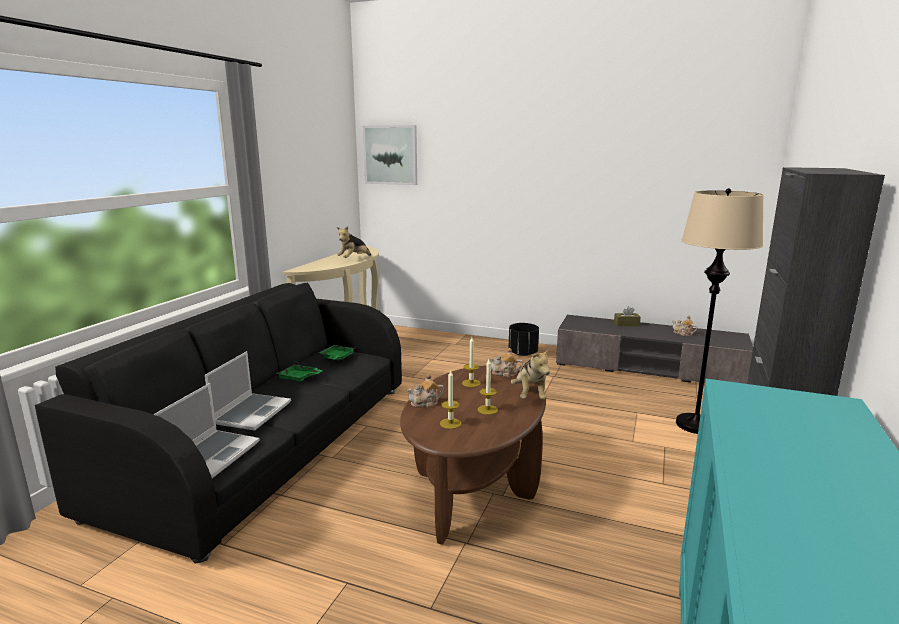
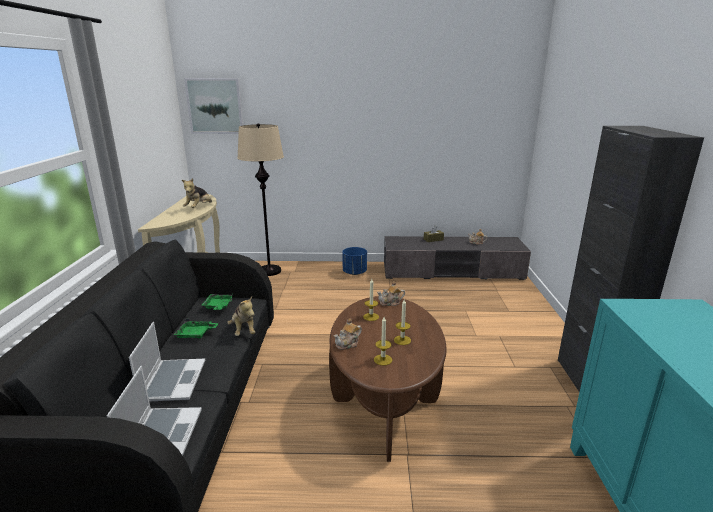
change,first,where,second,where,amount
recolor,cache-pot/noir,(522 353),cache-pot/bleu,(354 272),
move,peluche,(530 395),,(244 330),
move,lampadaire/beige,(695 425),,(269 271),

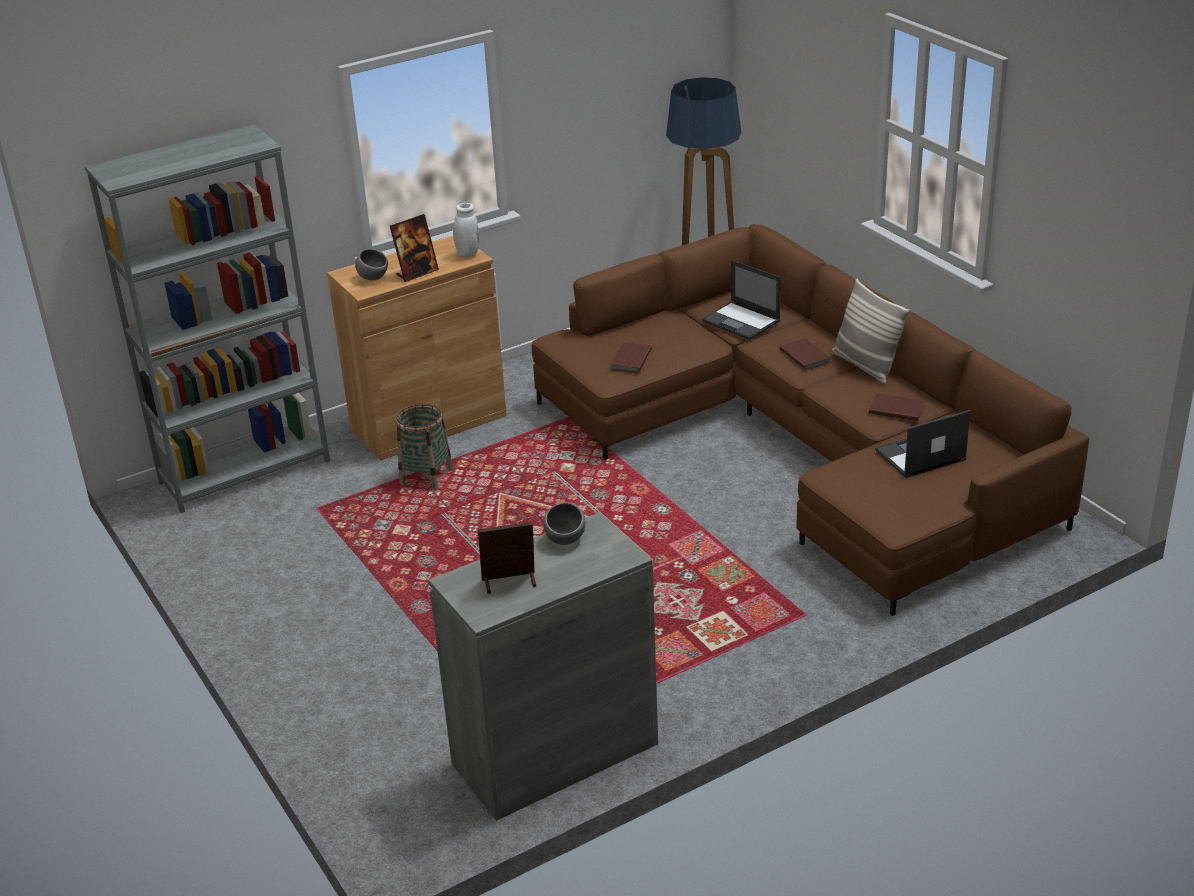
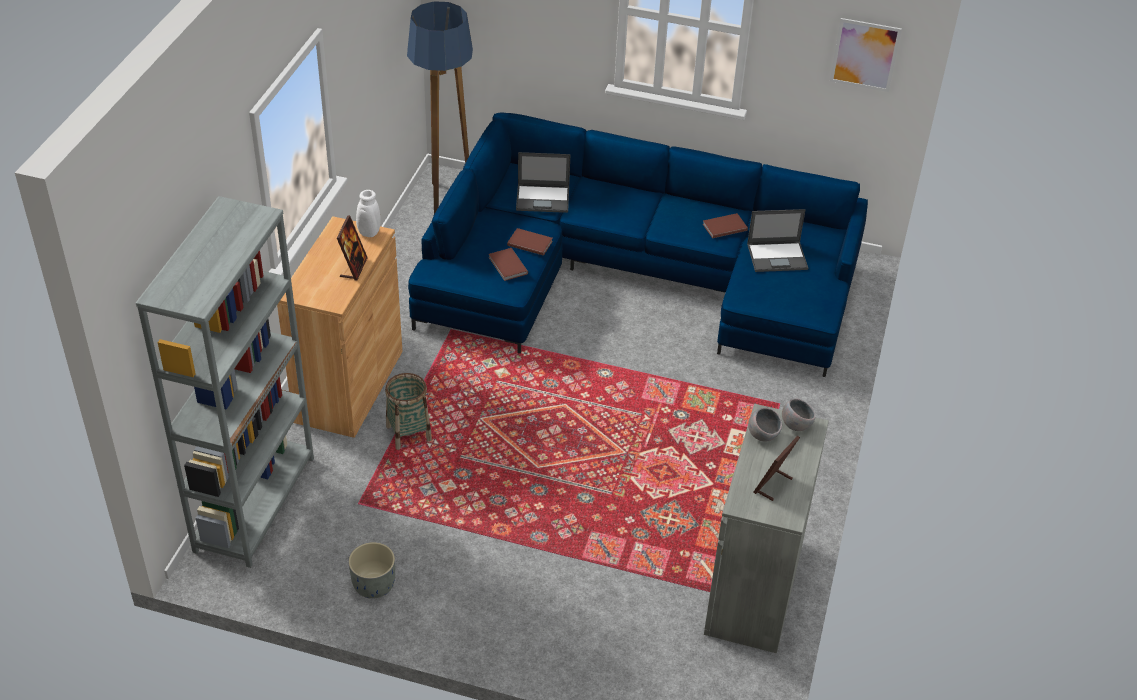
change,first,where,second,where,amount
move,bol/gris,(373 278),,(795 425),
recolor,canapé/marron,(801 444),canapé/bleu,(632 277),
move,livre/marron,(805 355),,(529 243),
delete,coussin,(865 366),,,
rotate,ordinateur portable,(919 455),,(778 256),120 degrees counterclockwise
insert,,,cache-pot/gris,(374 585),
insert,,,tableau,(865 54),

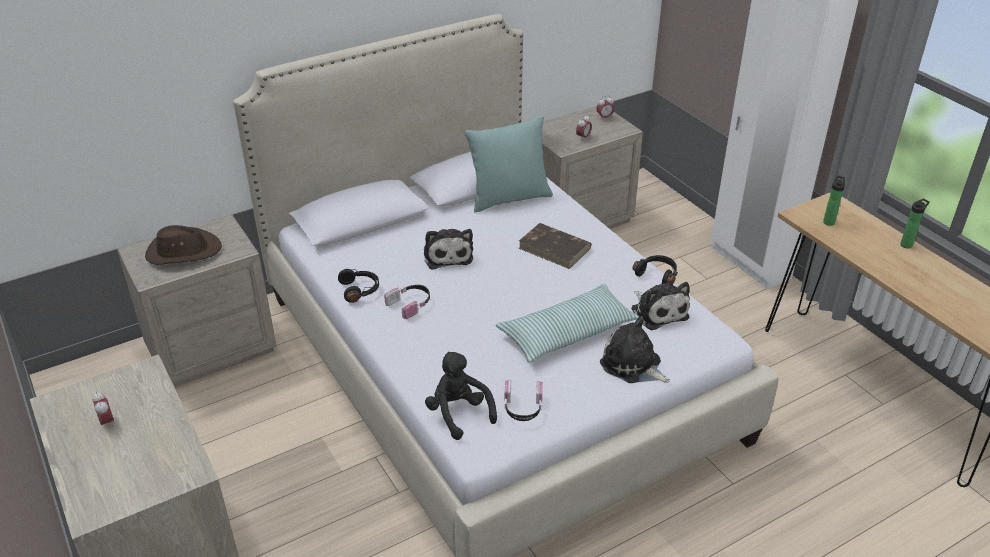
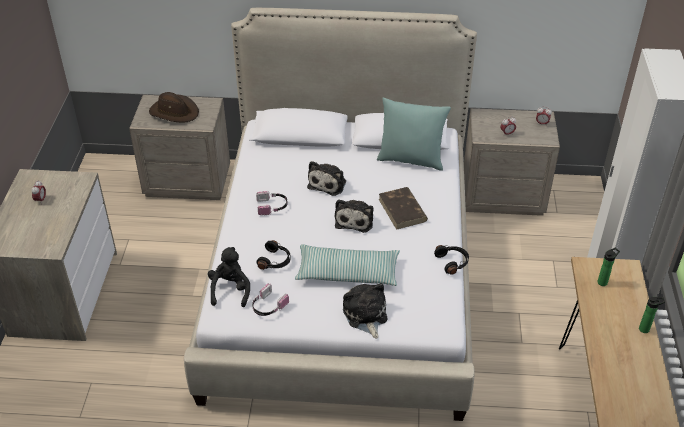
change,first,where,second,where,amount
move,casque audio/noir,(360 290),,(275 261),
move,peluche,(658 311),,(355 219),

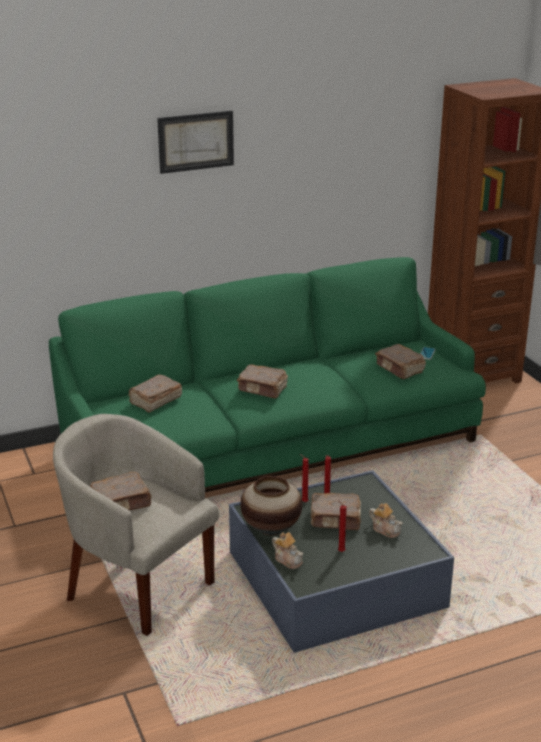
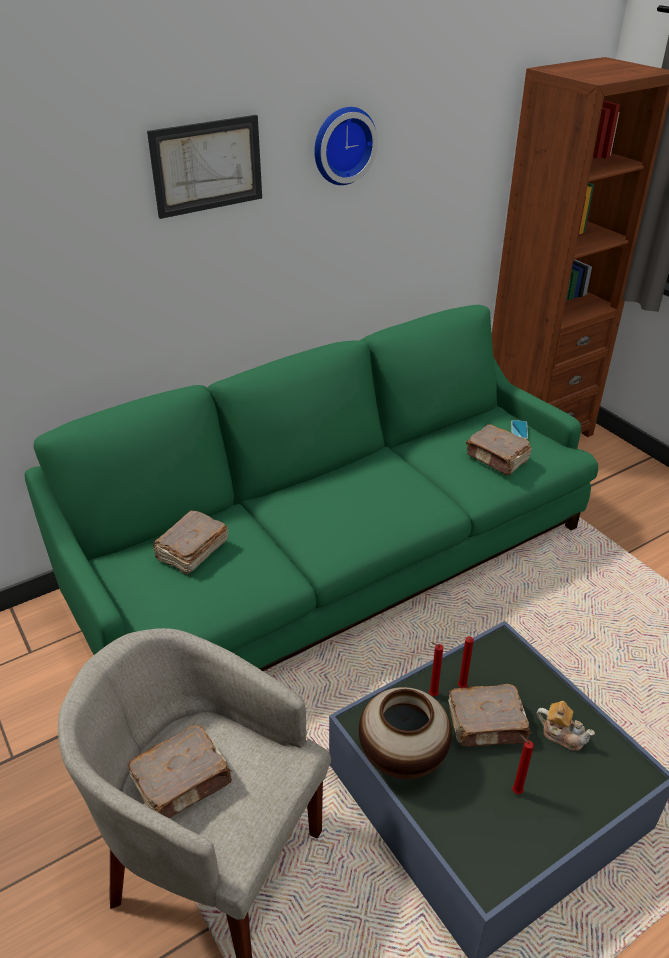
change,first,where,second,where,amount
delete,livre/marron,(263 389),,,
delete,théière,(288 560),,,
insert,,,horloge murale,(342 145),

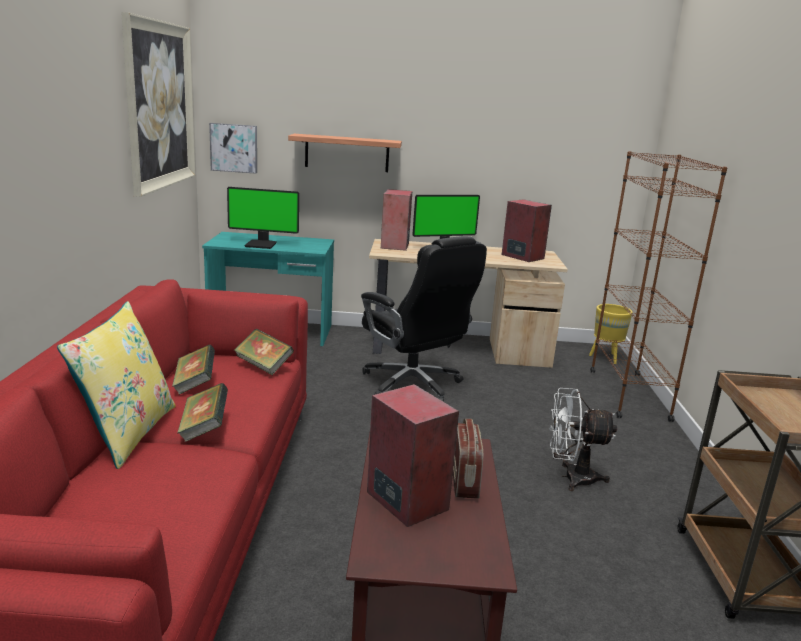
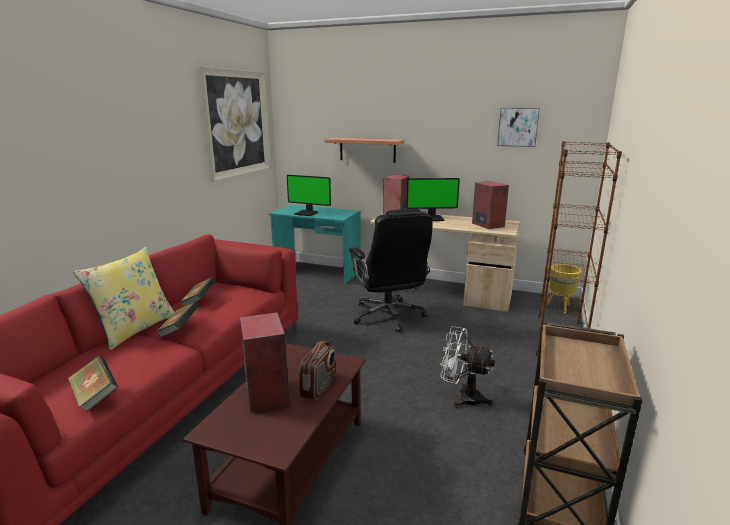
change,first,where,second,where,amount
move,tableau,(234 148),,(518 127),
move,livre,(263 366),,(95 397),

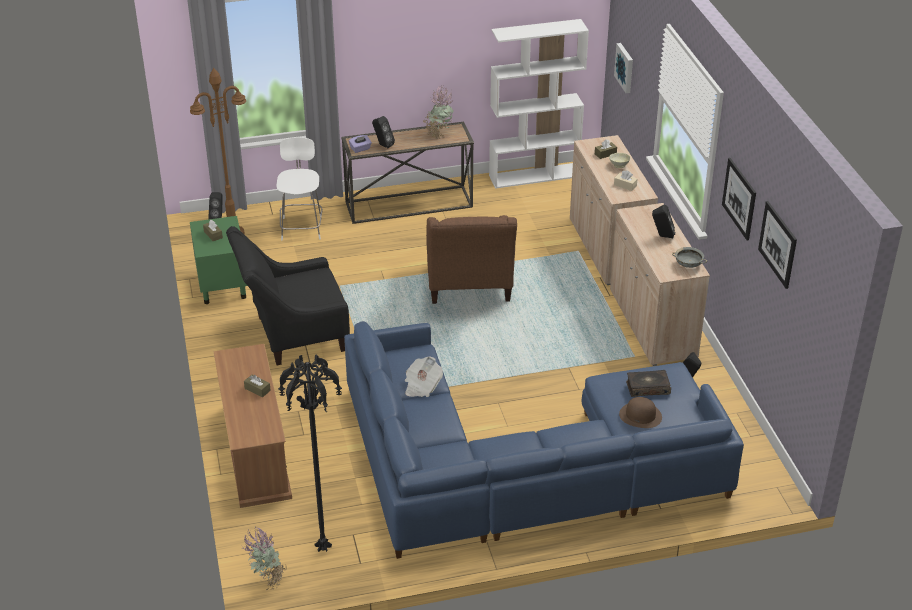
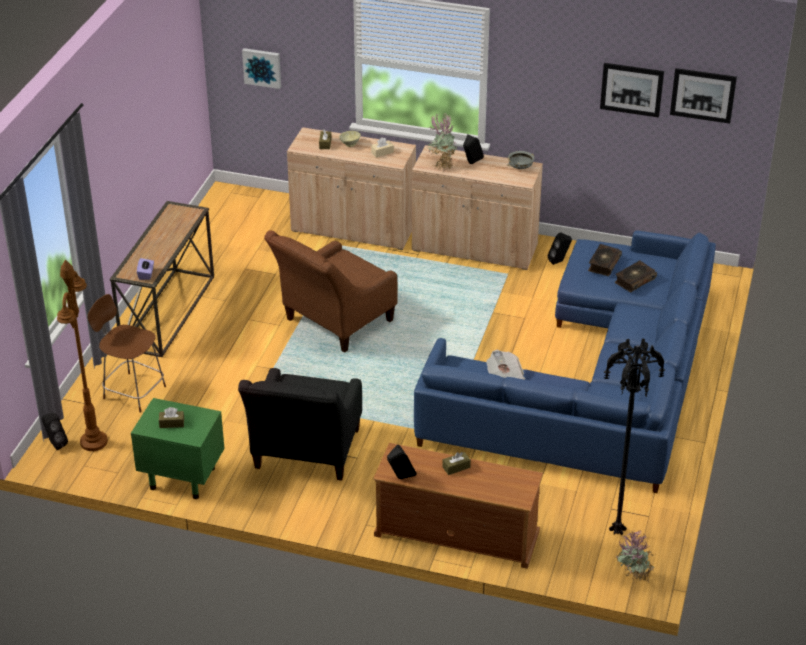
change,first,where,second,where,amount
recolor,tabouret/blanc,(301 227),tabouret/marron,(132 391),
move,enceinte/noir,(383 145),,(401 478),
move,plante en pot,(438 134),,(442 165),
rotate,fauteuil/marron,(469 287),,(333 323),105 degrees clockwise
delete,bibliothèque/blanc,(534 176),,,
replace,chapeau/marron,(640 415),livre,(634 280),
move,tableau,(739 198),,(703 95),

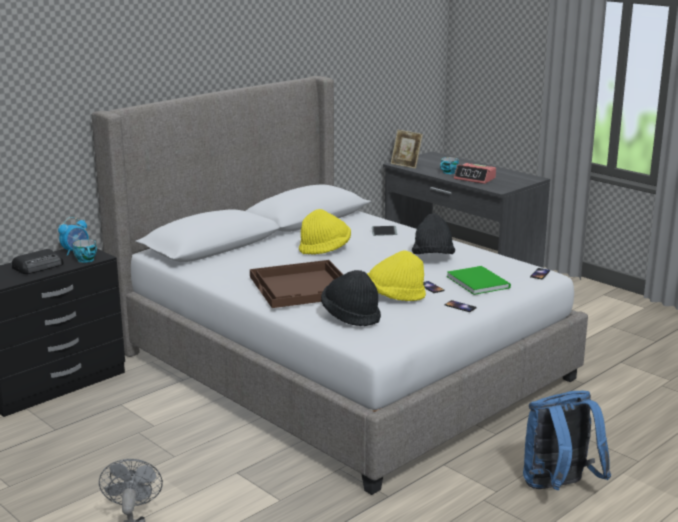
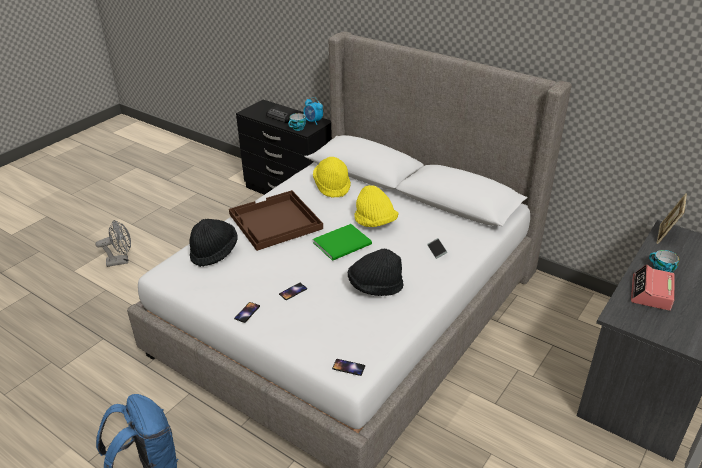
change,first,where,second,where,amount
move,chapeau/jaune,(395 296),,(332 186),
move,livre/vert,(478 281),,(344 243),

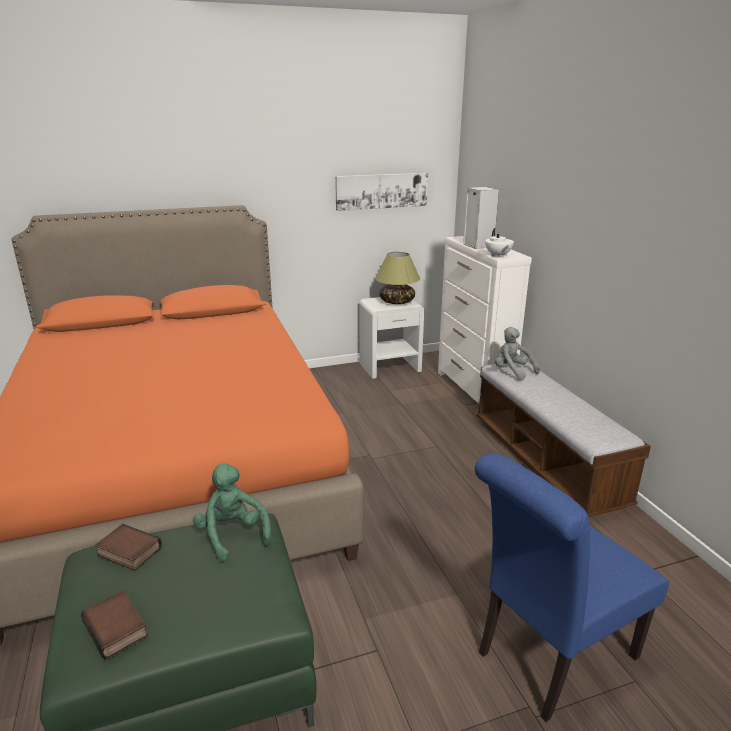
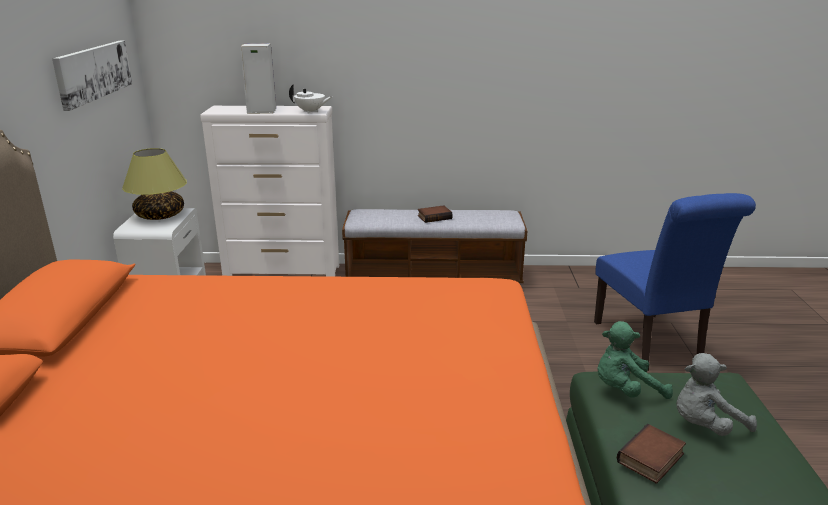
change,first,where,second,where,amount
move,livre,(118 628),,(434 217),
move,peluche/gris,(512 371),,(704 425),

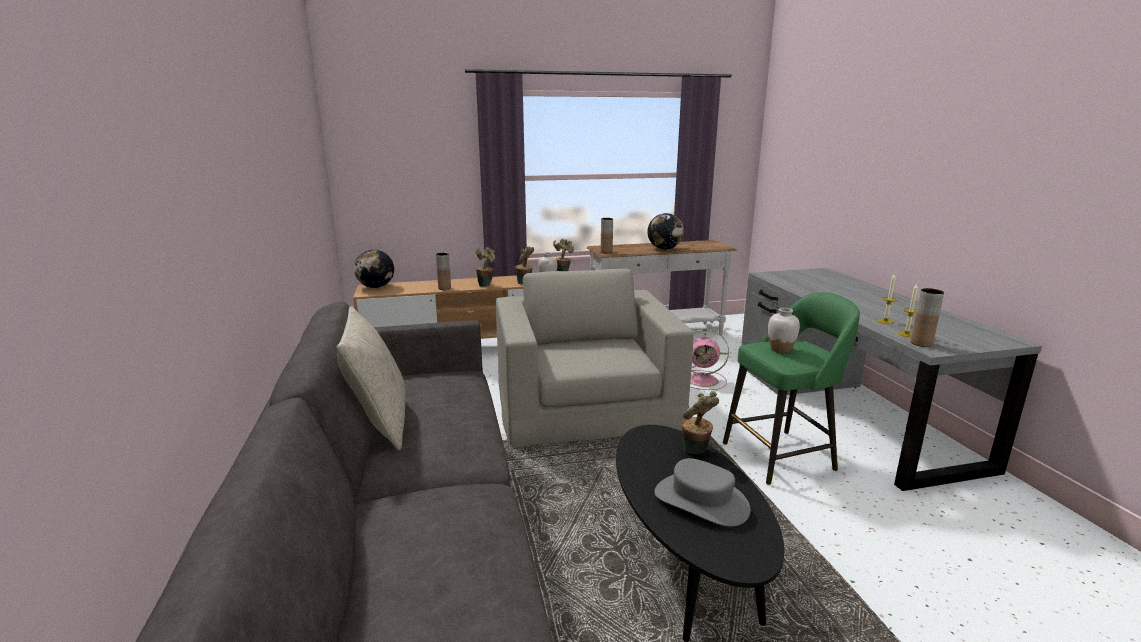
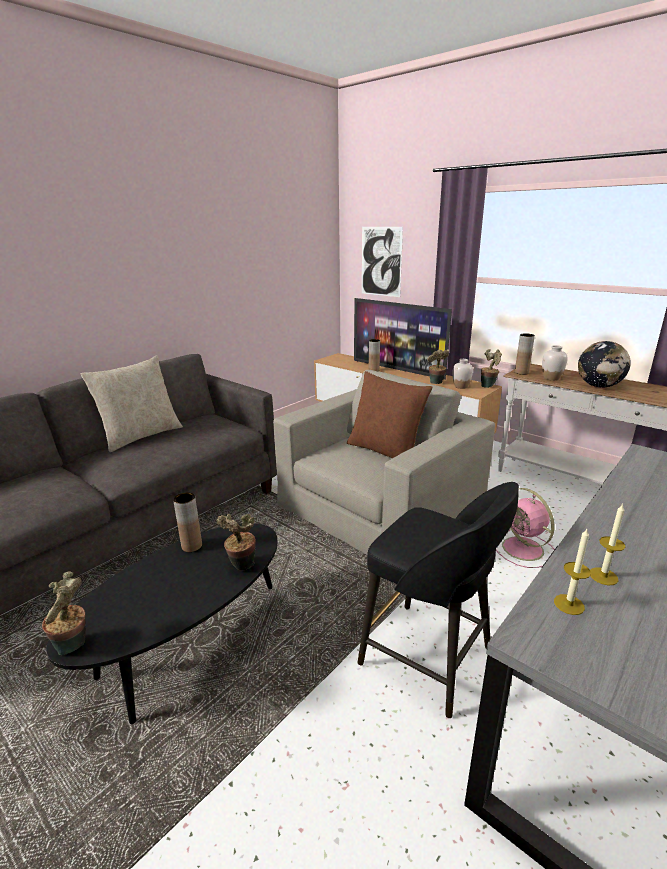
change,first,where,second,where,amount
delete,globe,(376 287),,,
move,plante en pot,(486 285),,(74 646),
delete,chapeau/gris,(701 501),,,
recolor,tabouret/vert,(781 456),tabouret/noir,(429 658),
move,vase/blanc,(780 349),,(551 378),
move,vase/marron,(921 343),,(192 546),
insert,,,coussin/marron,(385 451),
insert,,,téléviseur,(398 369),
insert,,,tableau,(381 261),

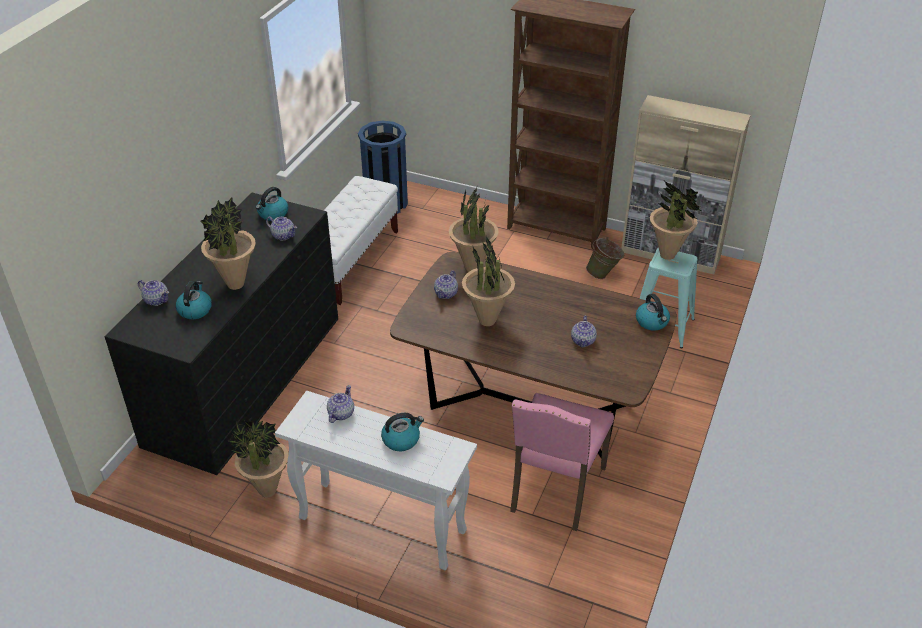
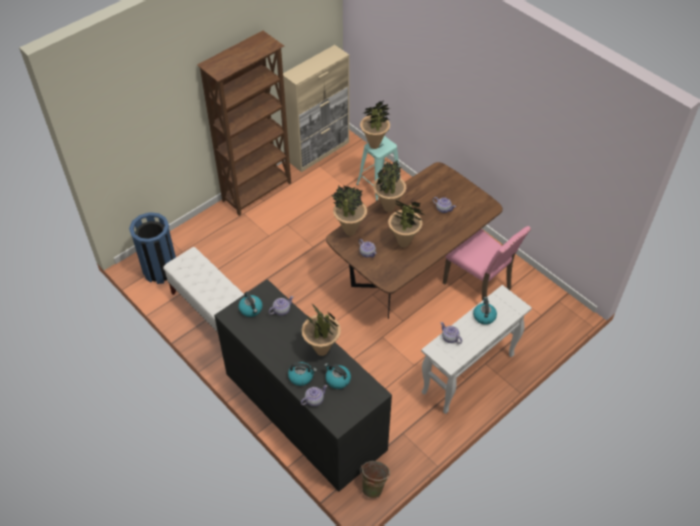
change,first,where,second,where,amount
move,plante en pot,(267 491),,(388 208),
move,seau/vert,(604 274),,(374 486),
move,bouilloire,(652 322),,(301 376),

